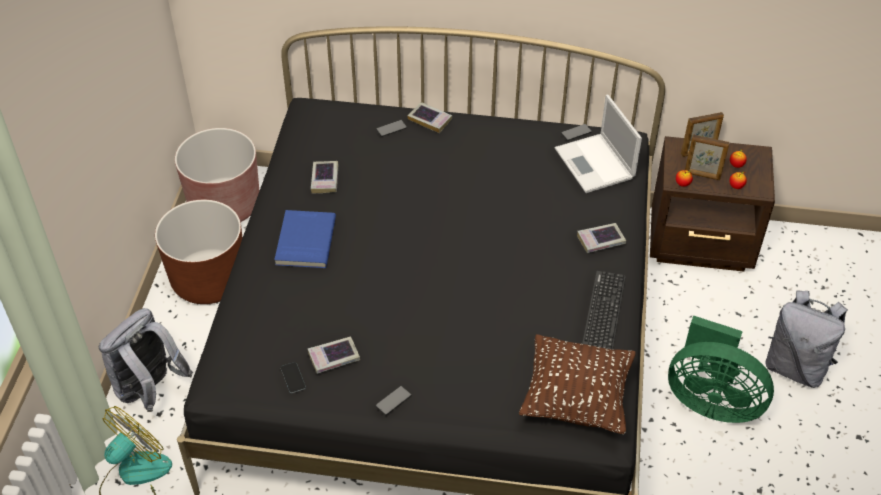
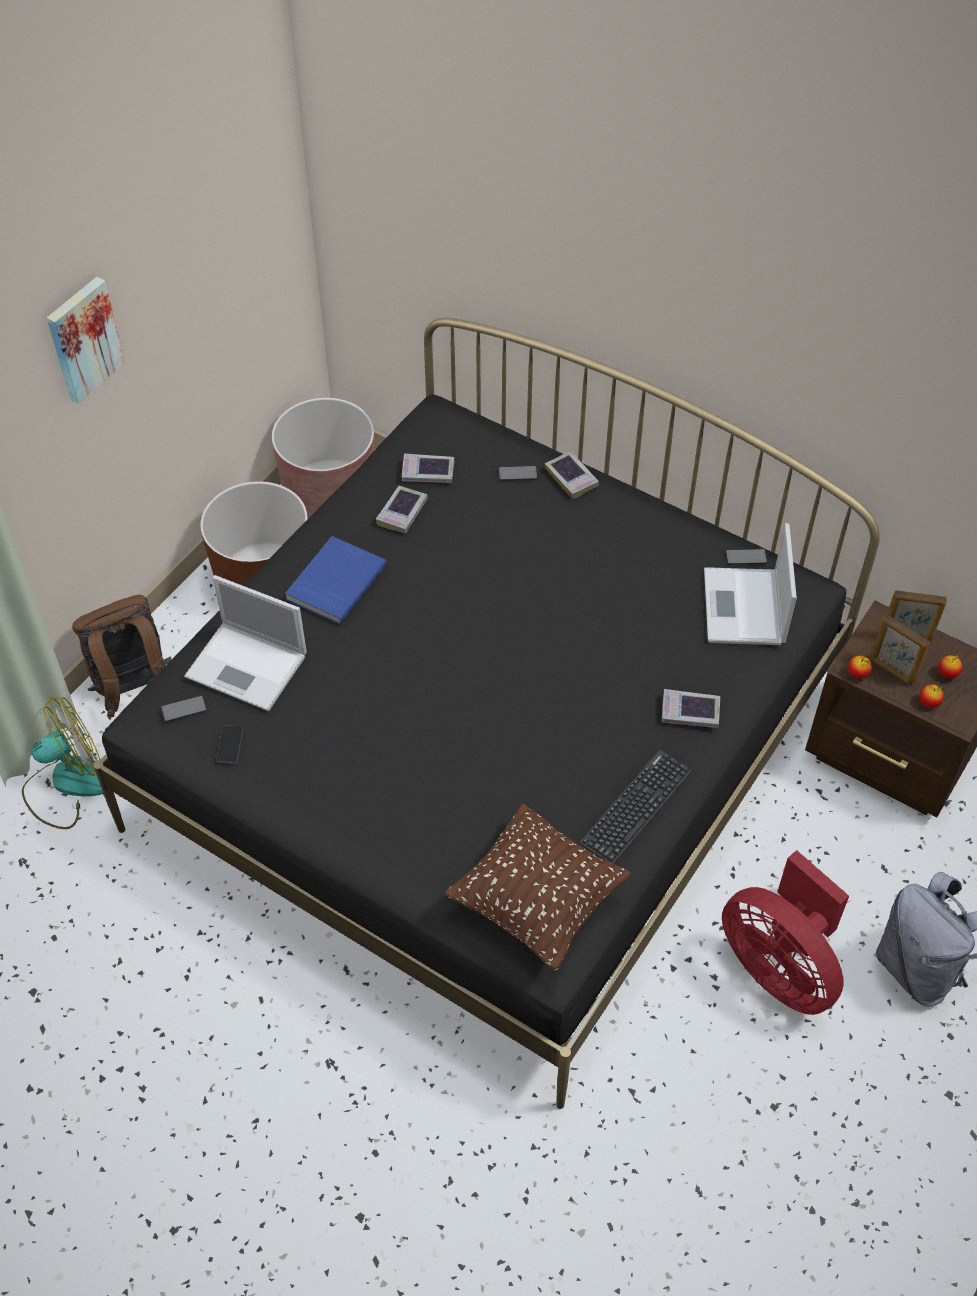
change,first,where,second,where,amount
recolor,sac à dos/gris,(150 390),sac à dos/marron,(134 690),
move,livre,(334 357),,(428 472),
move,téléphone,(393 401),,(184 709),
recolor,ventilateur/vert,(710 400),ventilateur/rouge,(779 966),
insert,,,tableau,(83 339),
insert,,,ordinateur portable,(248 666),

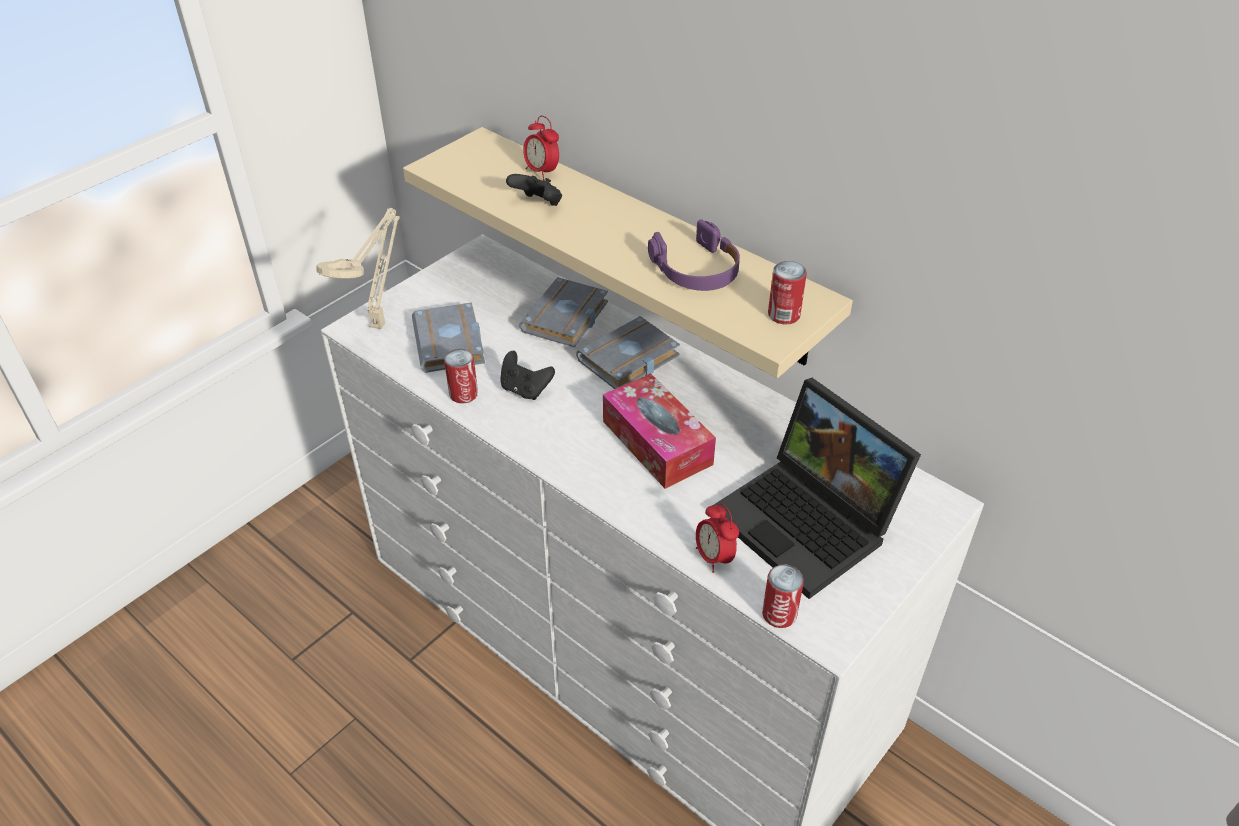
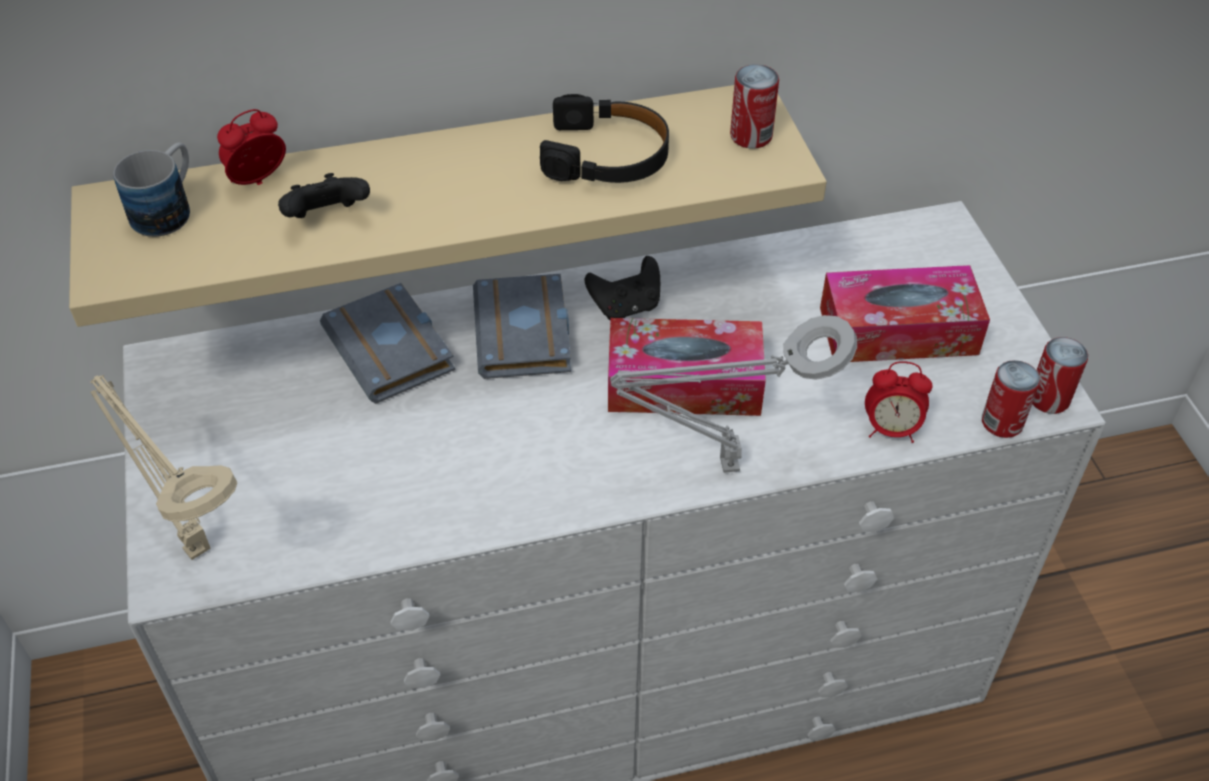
change,first,where,second,where,amount
delete,livre/gris,(452 344),,,
move,boîte métallique,(463 394),,(1048 399),
move,manette/noir,(525 389),,(626 306),
rotate,réveil,(542 172),,(258 182),150 degrees clockwise
recolor,casque audio/violet,(696 269),casque audio/noir,(607 156),
replace,ordinateur portable,(809 523),boîte à mouchoirs,(898 331),
insert,,,mug,(169 209),
insert,,,lampe de table/gris,(721 466),

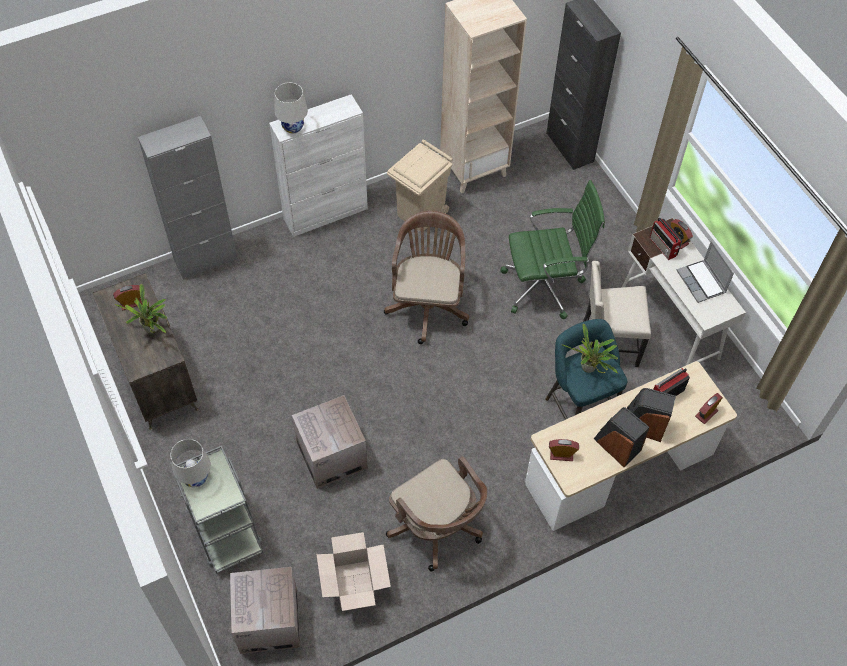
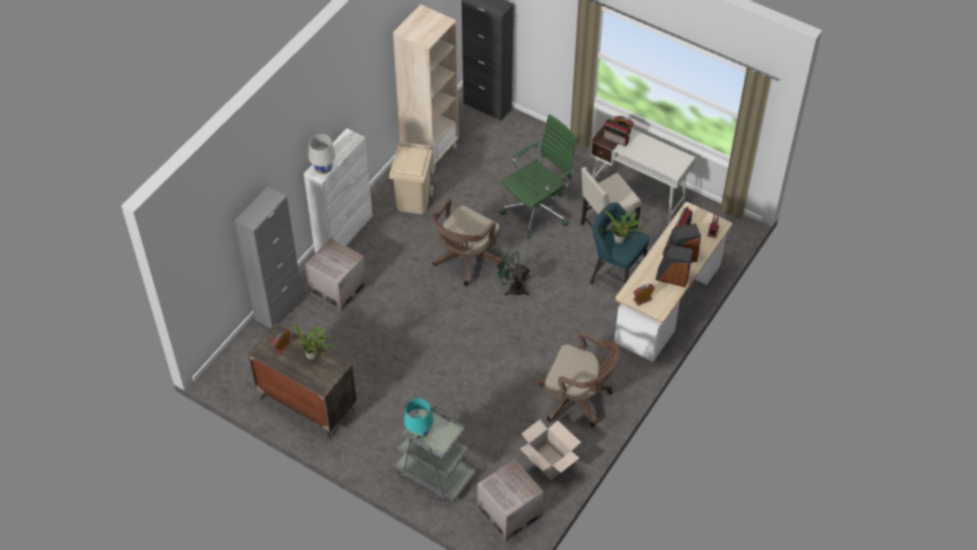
change,first,where,second,where,amount
recolor,lampe de table/blanc,(195 478),lampe de table/turquoise,(419 432),
move,carton,(332 456),,(337 288),
rotate,chaise de bureau/marron,(428 304),,(465 260),120 degrees counterclockwise
delete,ordinateur portable,(702 282),,,
insert,,,ventilateur/vert,(512 288),

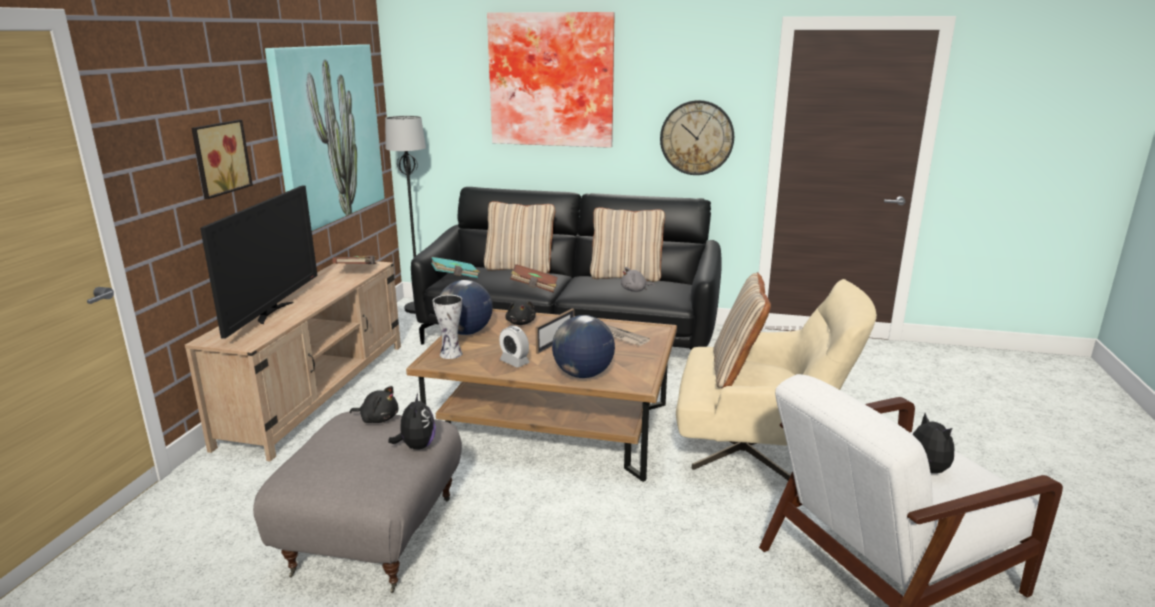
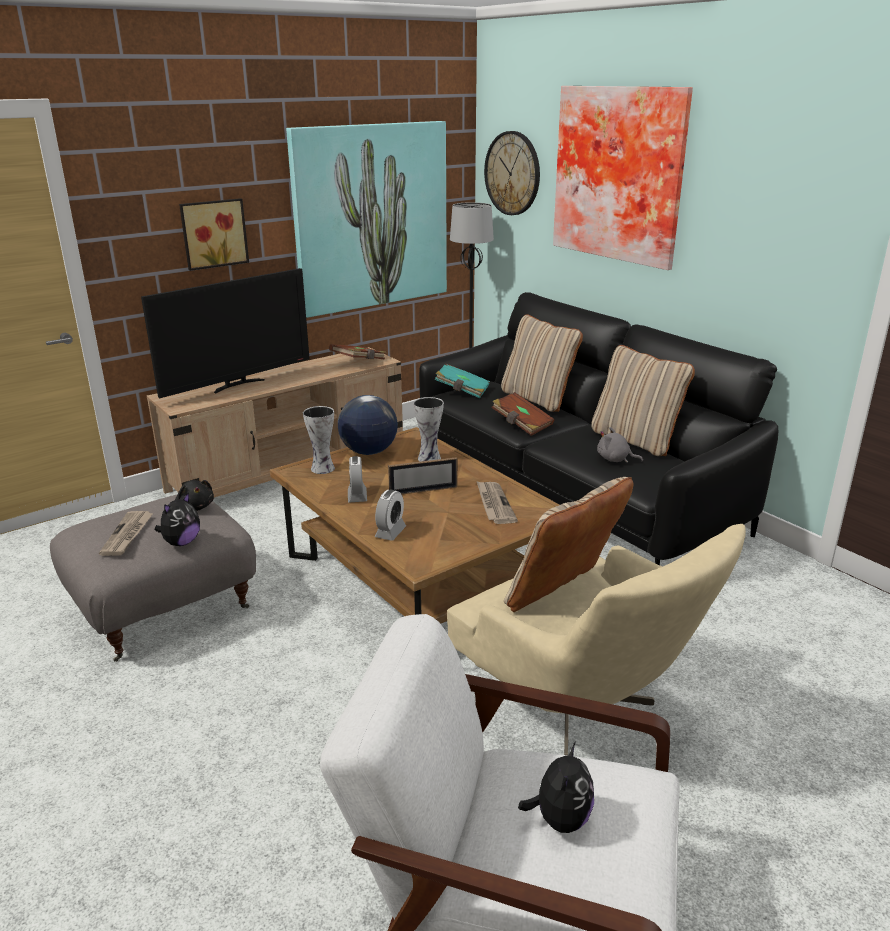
change,first,where,second,where,amount
replace,peluche/noir,(521 323),vase,(430 458),
replace,globe,(582 374),réveil,(390 532),
move,horloge murale,(697 138),,(512 173),
insert,,,journal,(127 535),

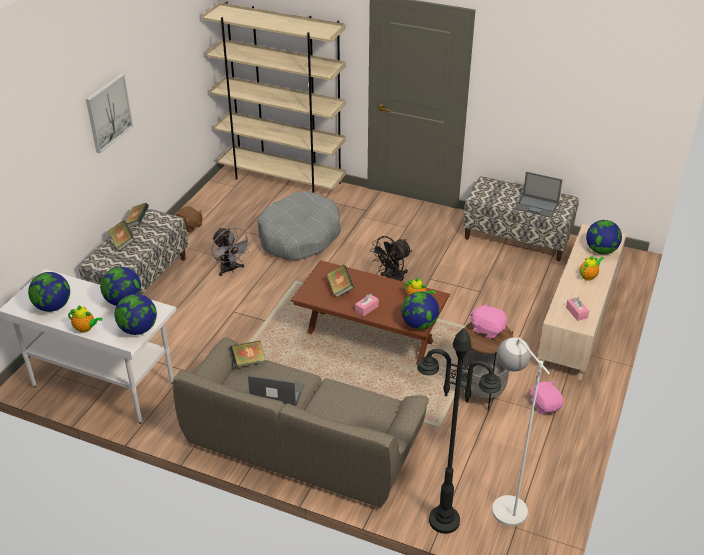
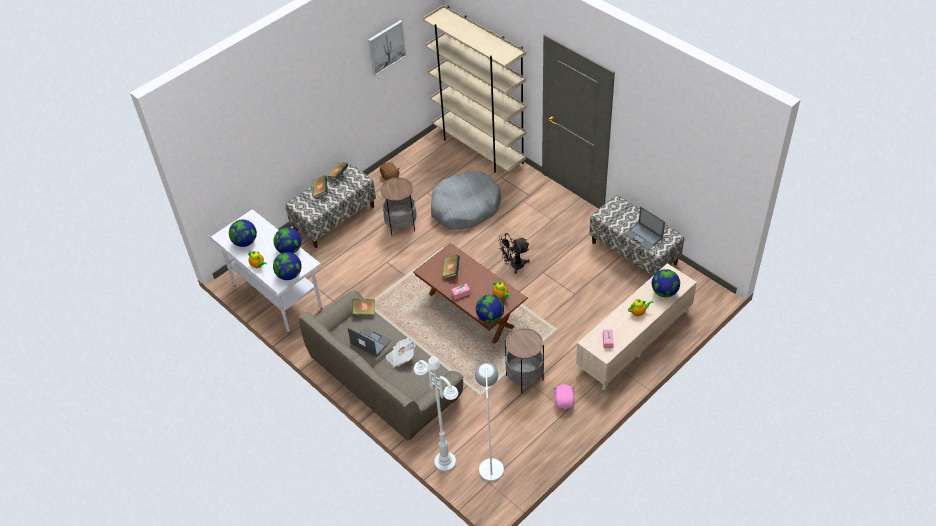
change,first,where,second,where,amount
move,tableau,(108 113),,(386 47),
replace,ventilateur/gris,(230 270),table d'appoint,(401 225),
recolor,lampadaire/noir,(443 520),lampadaire/blanc,(445 462),
delete,peluche/rose,(487 329),,,
insert,,,journal,(401 357),

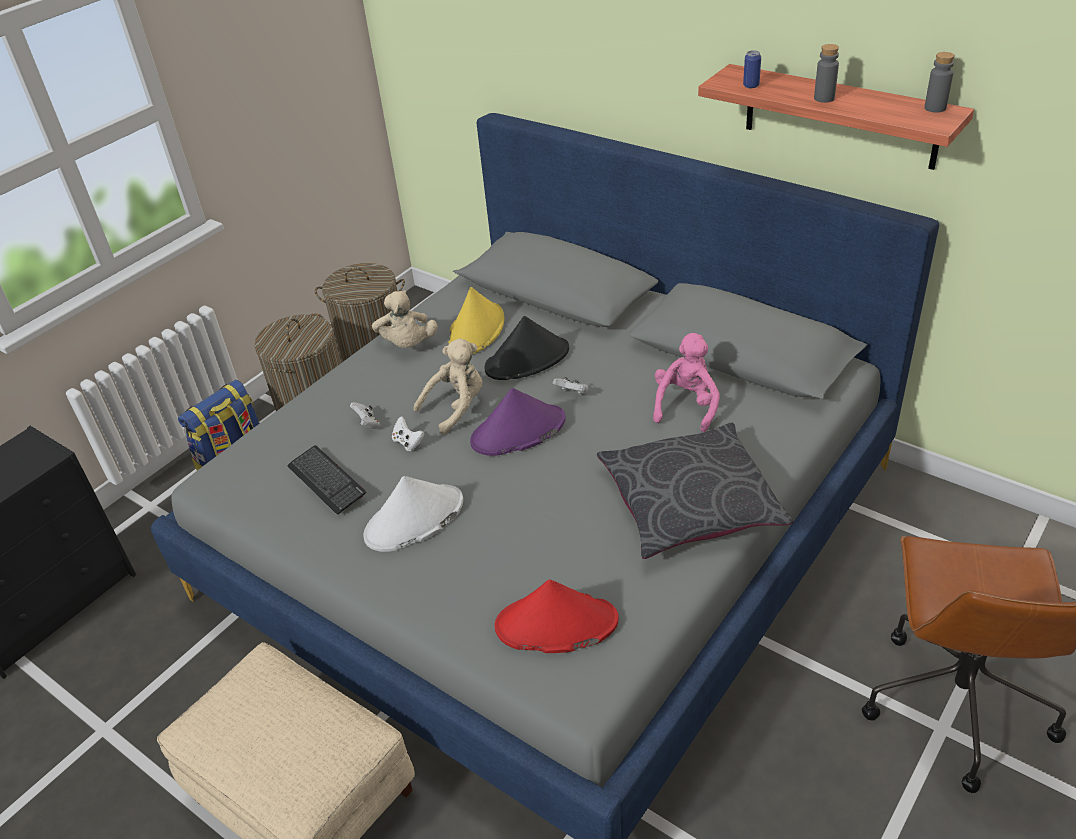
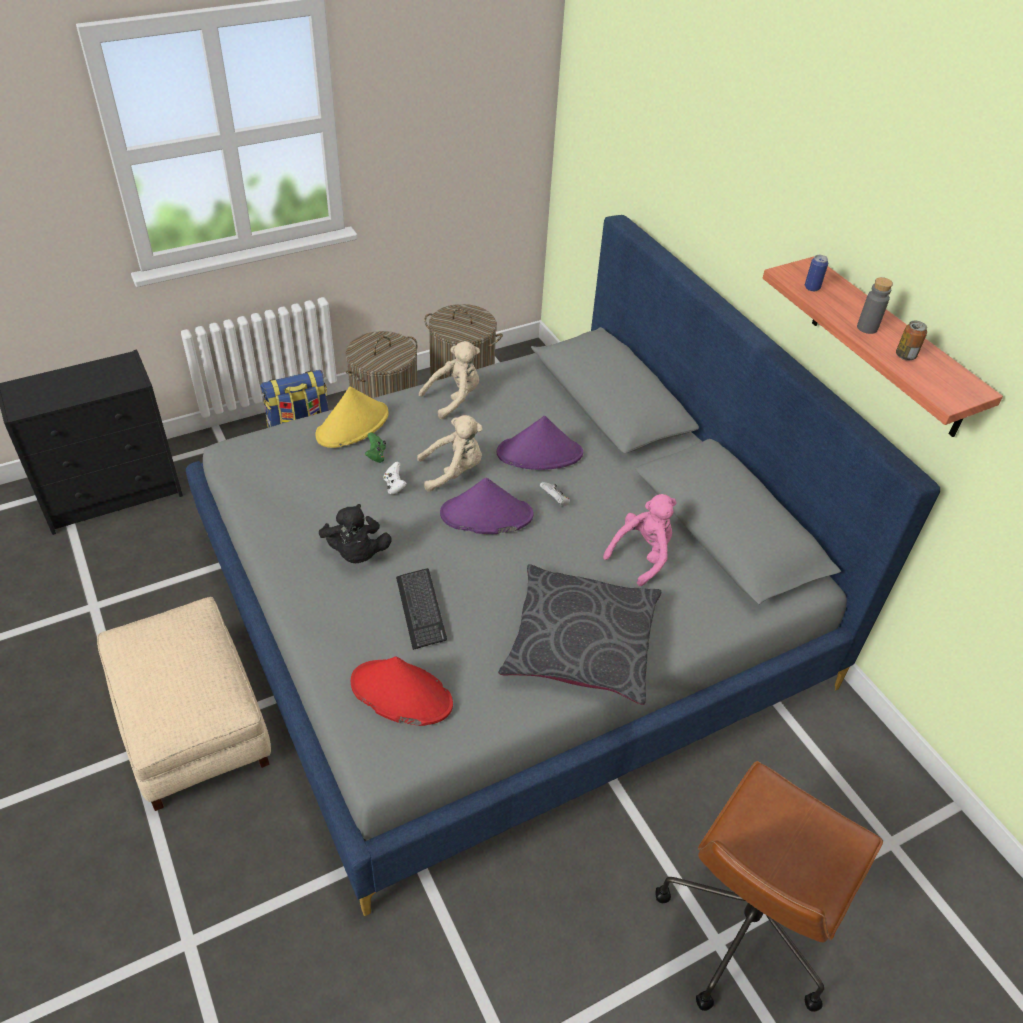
change,first,where,second,where,amount
move,clavier,(326 481),,(421 609),
recolor,manette/blanc,(367 424),manette/vert,(376 455),
replace,chapeau/blanc,(414 519),peluche/noir,(356 553),
rotate,peluche/beige,(408 345),,(454 398),135 degrees counterclockwise
move,chapeau/jaune,(476 329),,(353 425),
recolor,chapeau/noir,(527 359),chapeau/violet,(540 453),
delete,bouteille/gris,(935 108),,,
insert,,,boîte métallique,(905 356),

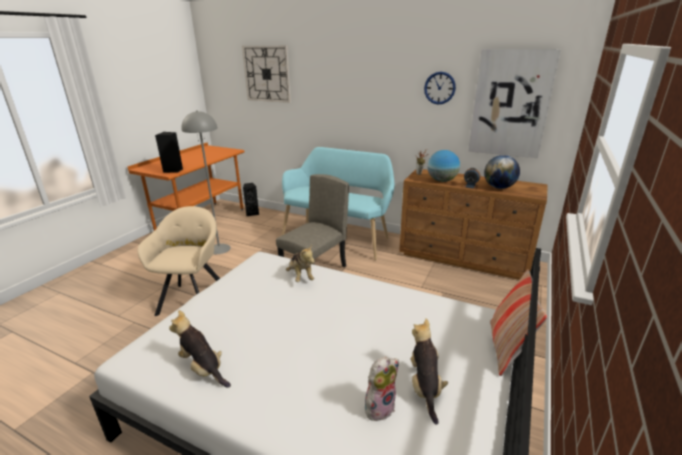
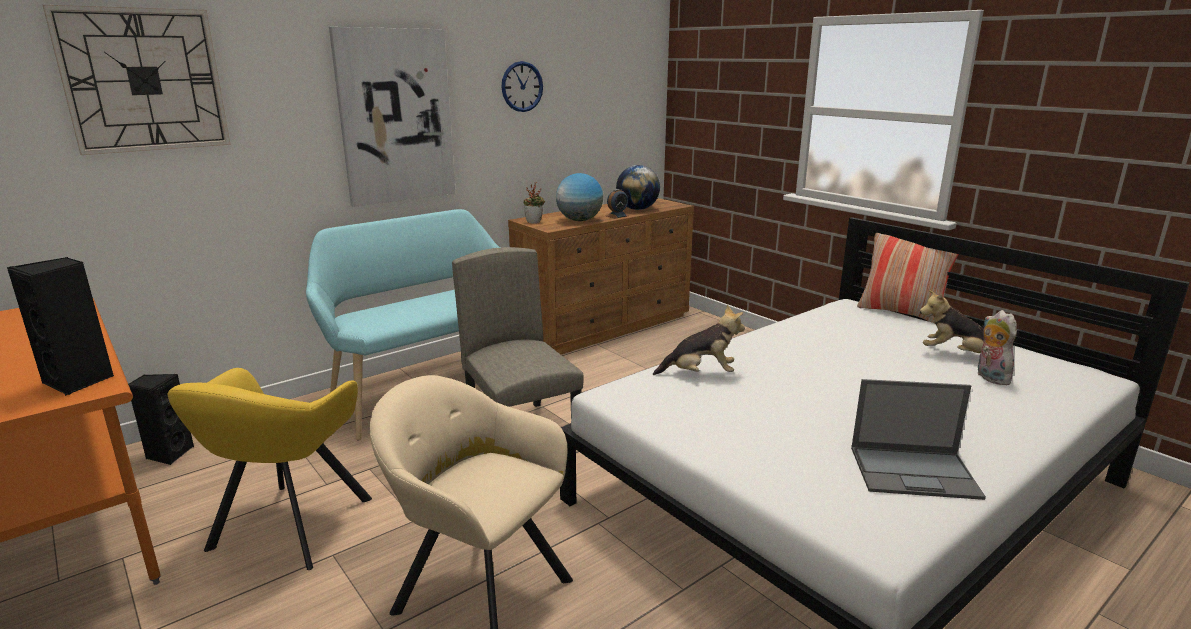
change,first,where,second,where,amount
replace,peluche,(203 368),ordinateur portable,(915 472),
replace,lampadaire/gris,(219 249),fauteuil/jaune,(287 528),
move,tableau,(510 104),,(395 116),

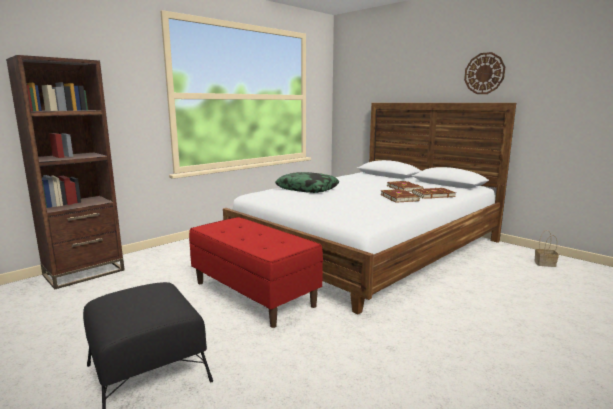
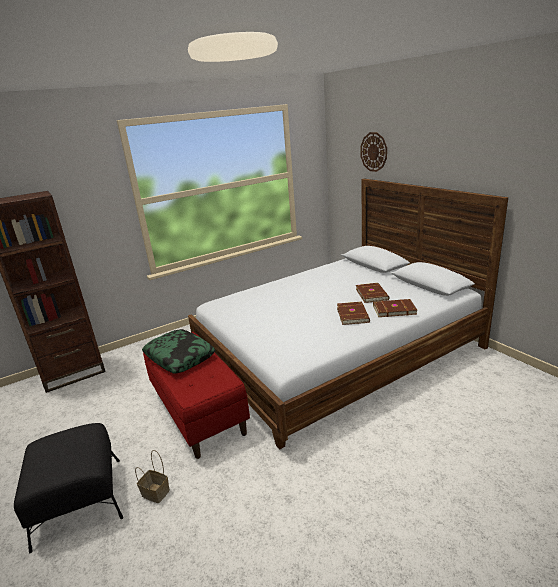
change,first,where,second,where,amount
move,coussin,(307 189),,(180 357),
move,horloge murale,(484 73),,(374 152),
move,panier,(545 263),,(156 492),

